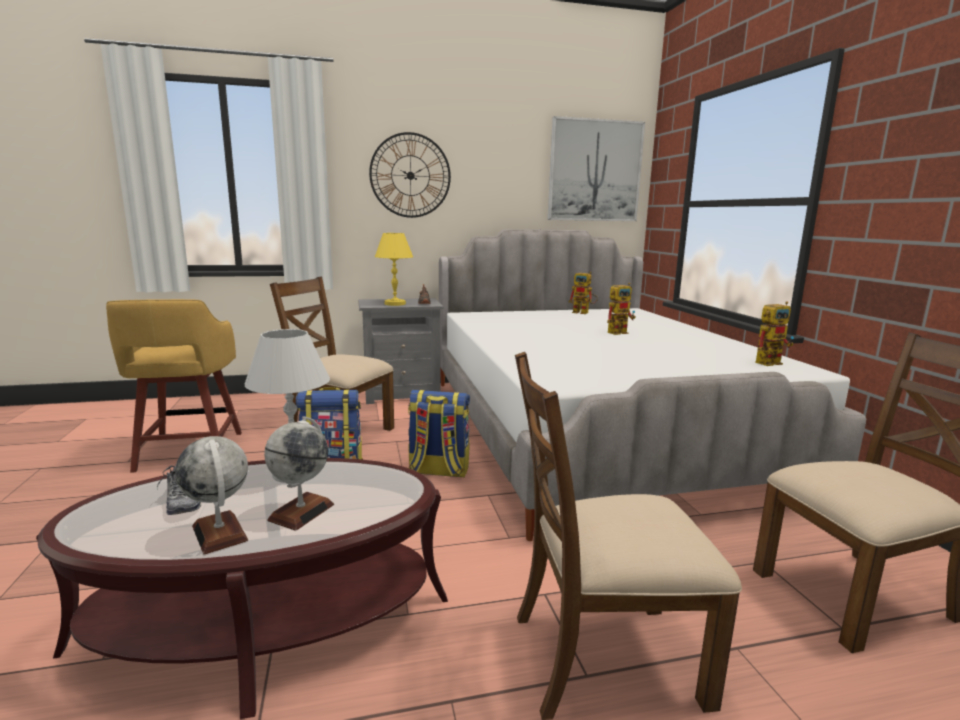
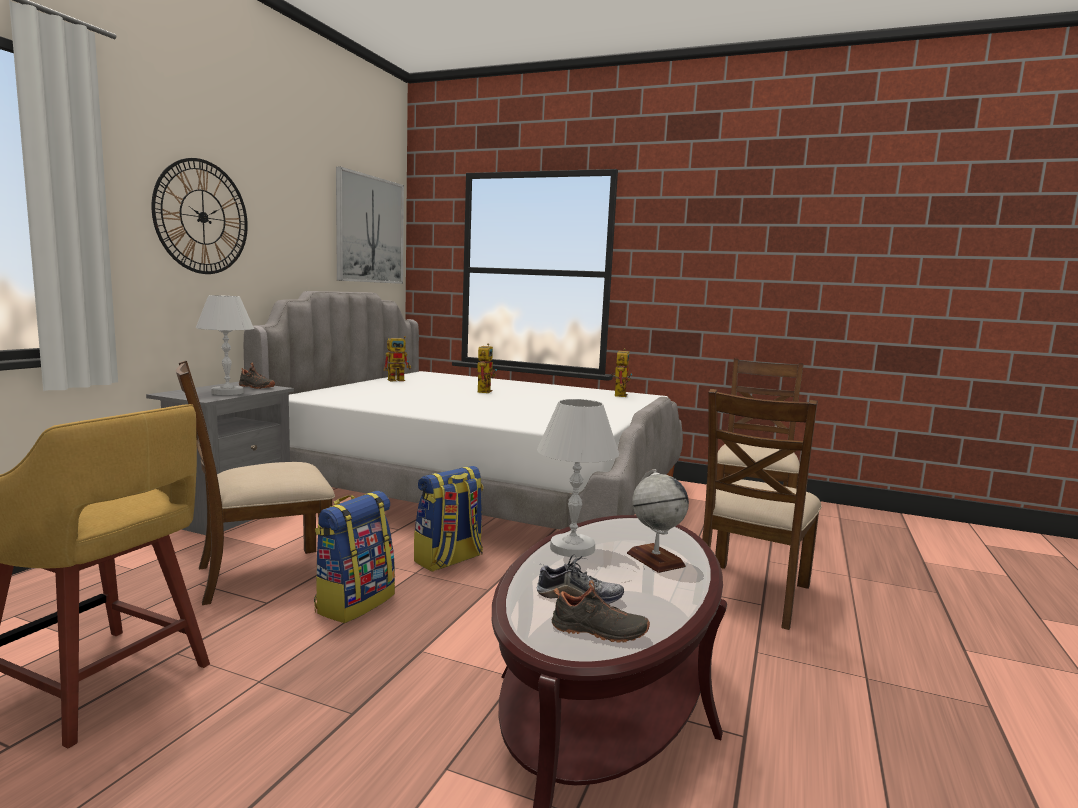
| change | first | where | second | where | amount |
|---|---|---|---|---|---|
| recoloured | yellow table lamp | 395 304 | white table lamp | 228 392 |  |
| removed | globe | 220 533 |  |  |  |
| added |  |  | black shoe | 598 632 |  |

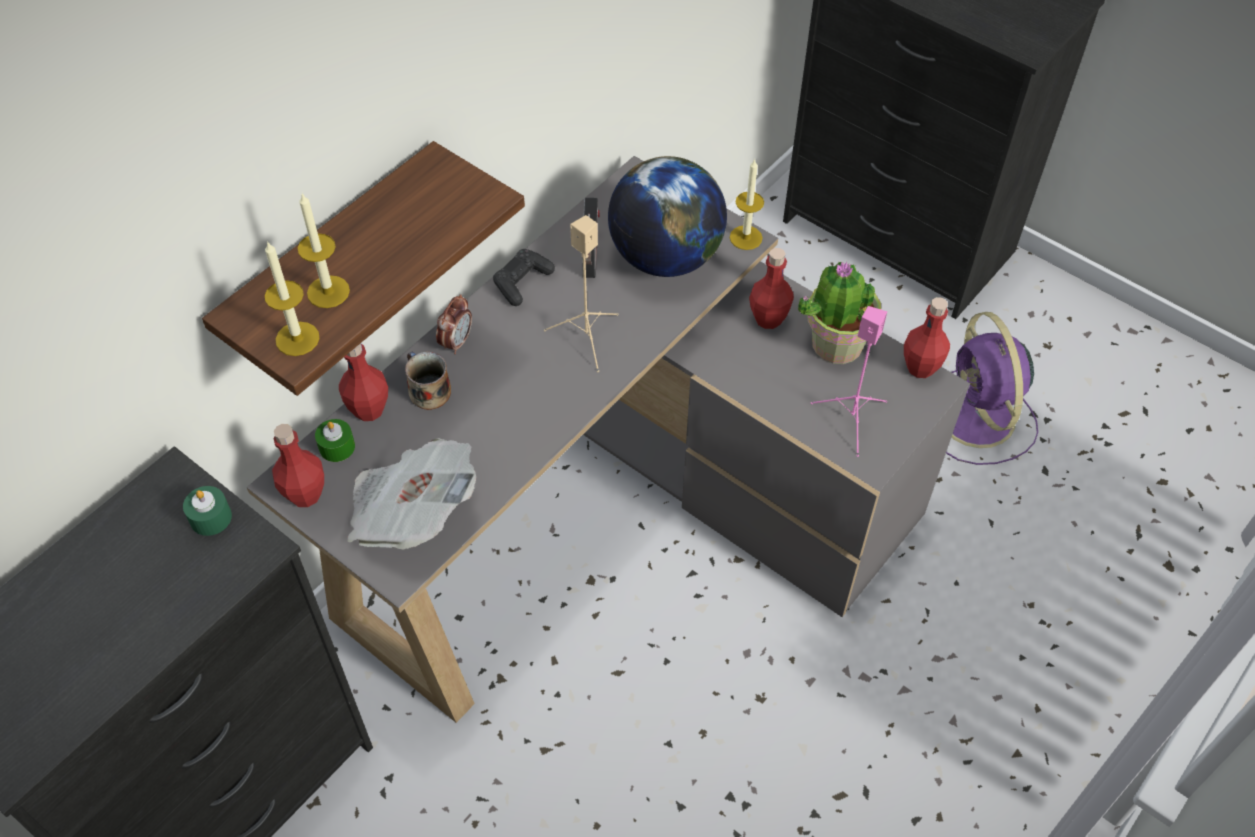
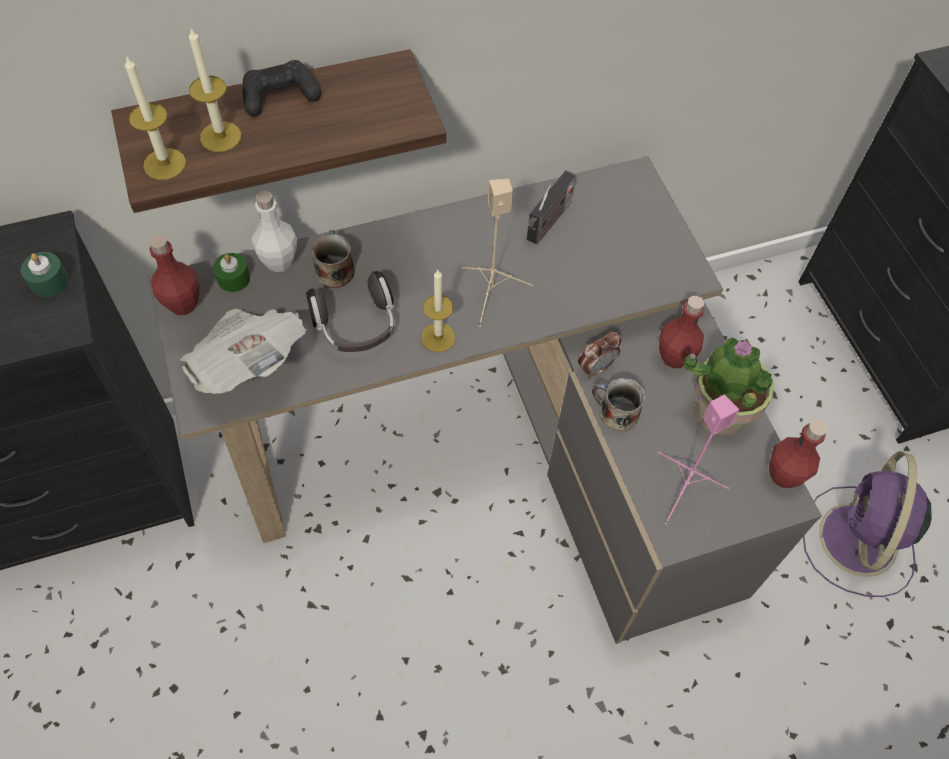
| change | first | where | second | where | amount |
|---|---|---|---|---|---|
| removed | globe | 665 257 |  |  |  |
| moved | candle | 746 237 |  | 438 337 |  |
| moved | black game controller | 522 282 |  | 280 96 |  |
| moved | alarm clock | 456 342 |  | 596 368 |  |
| recoloured | red bottle | 369 409 | white bottle | 279 261 |  |
| added |  |  | headphones | 356 327 |  |
| added |  |  | mug | 616 413 |  |

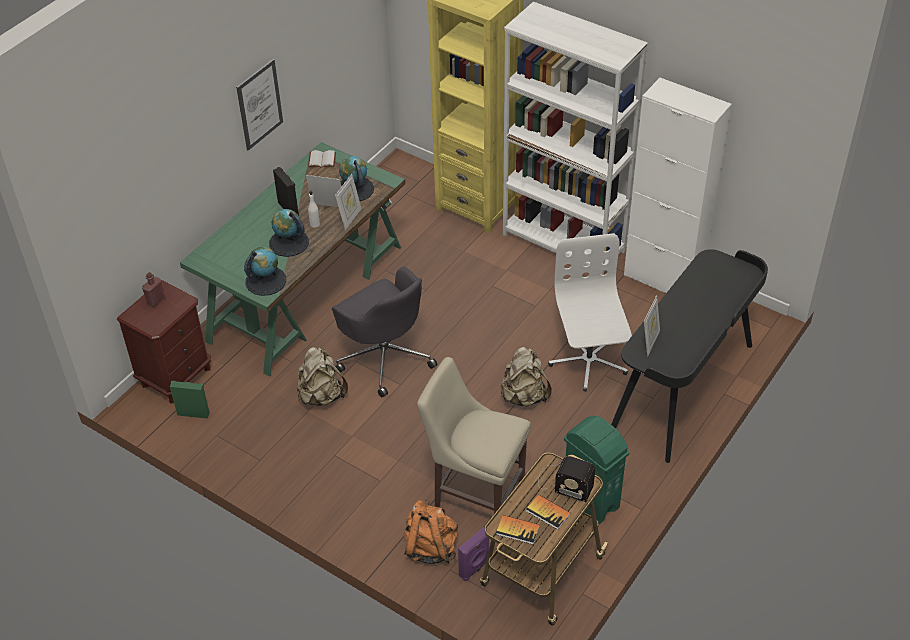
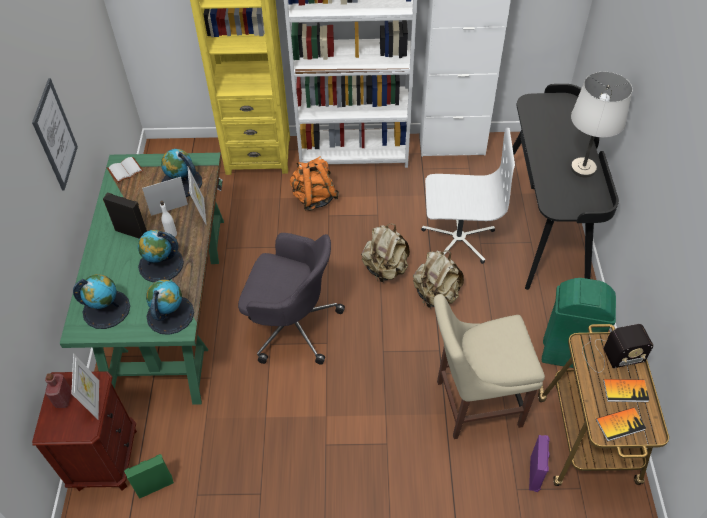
| change | first | where | second | where | amount |
|---|---|---|---|---|---|
| turned | white office chair | 588 361 |  | 458 238 | 135 degrees clockwise |
| moved | picture frame | 650 342 |  | 93 400 |  |
| moved | beige backpack | 321 395 |  | 385 269 |  |
| moved | orange backpack | 430 547 |  | 314 198 |  |
| added |  |  | white table lamp | 583 169 |  |
| added |  |  | globe | 106 309 |  |

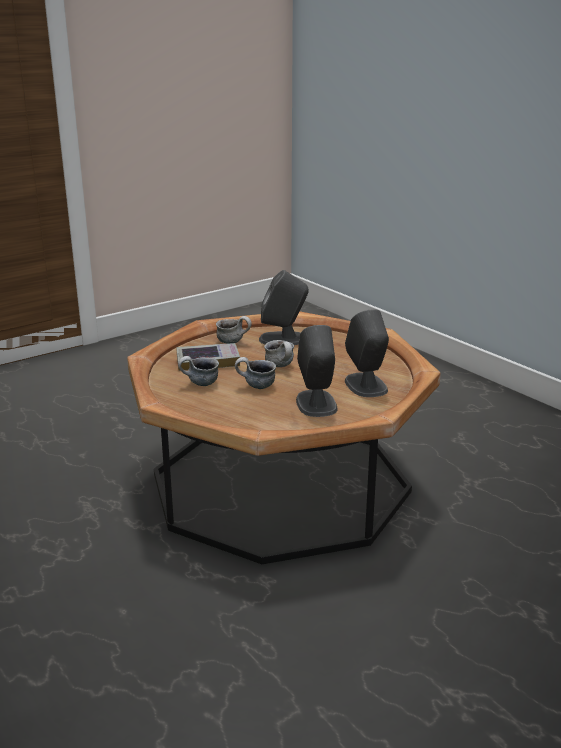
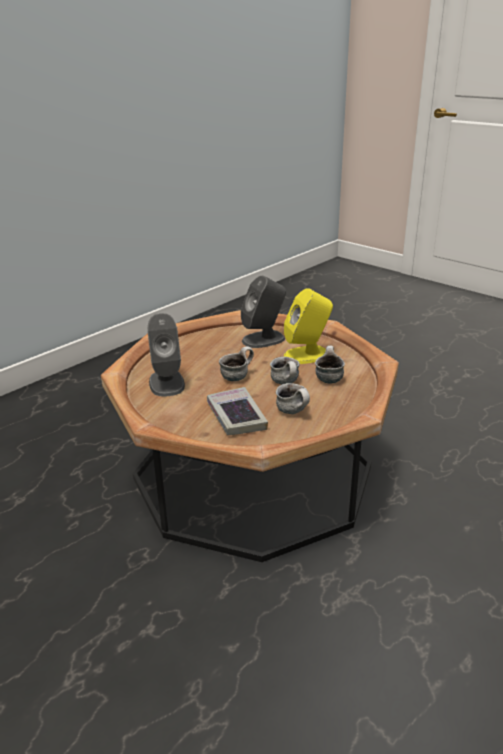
| change | first | where | second | where | amount |
|---|---|---|---|---|---|
| moved | mug | 234 342 |  | 328 378 |  |
| recoloured | grey speaker | 316 404 | yellow speaker | 307 355 |  |

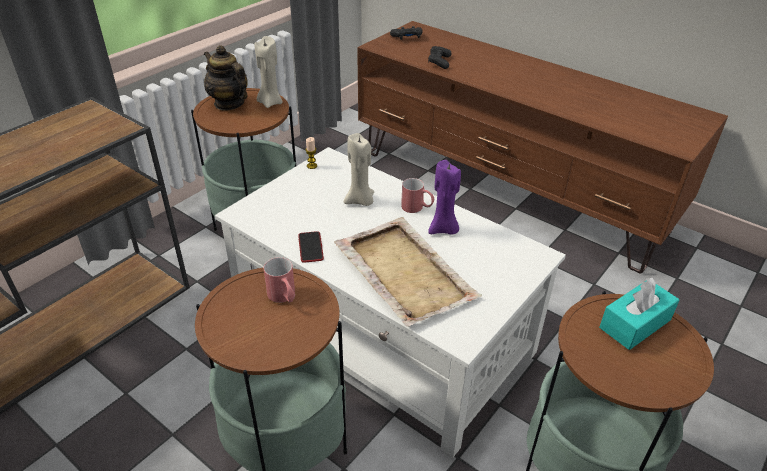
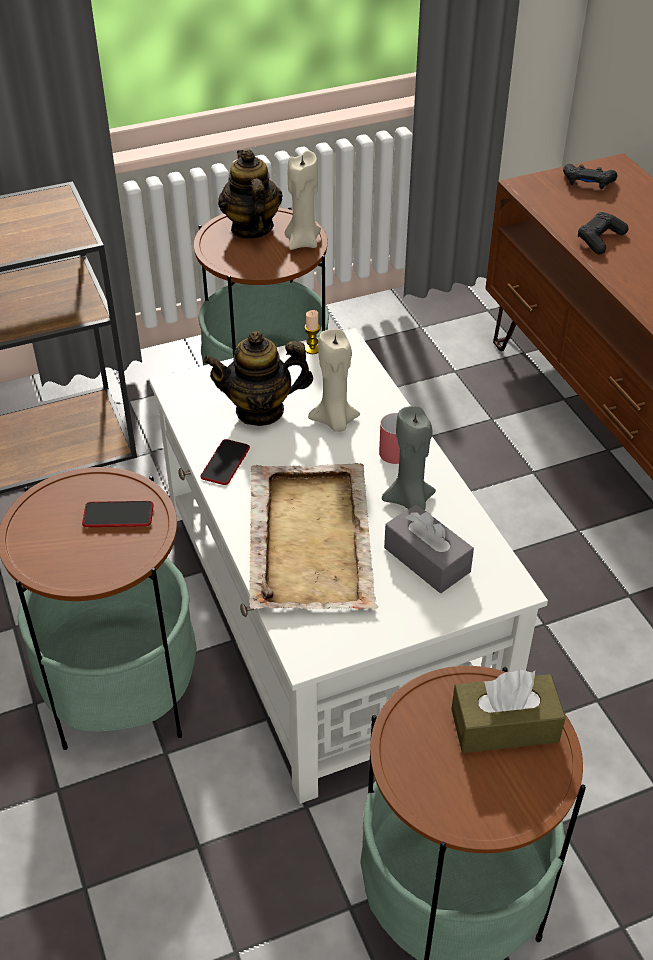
| change | first | where | second | where | amount |
|---|---|---|---|---|---|
| recoloured | purple candle | 444 229 | grey candle | 409 501 |  |
| replaced | red mug | 284 297 | phone | 118 515 |  |
| recoloured | turquoise tissue box | 635 324 | brown tissue box | 504 725 |  |
| added |  |  | teapot | 260 410 |  |
| added |  |  | grey tissue box | 427 560 |  |

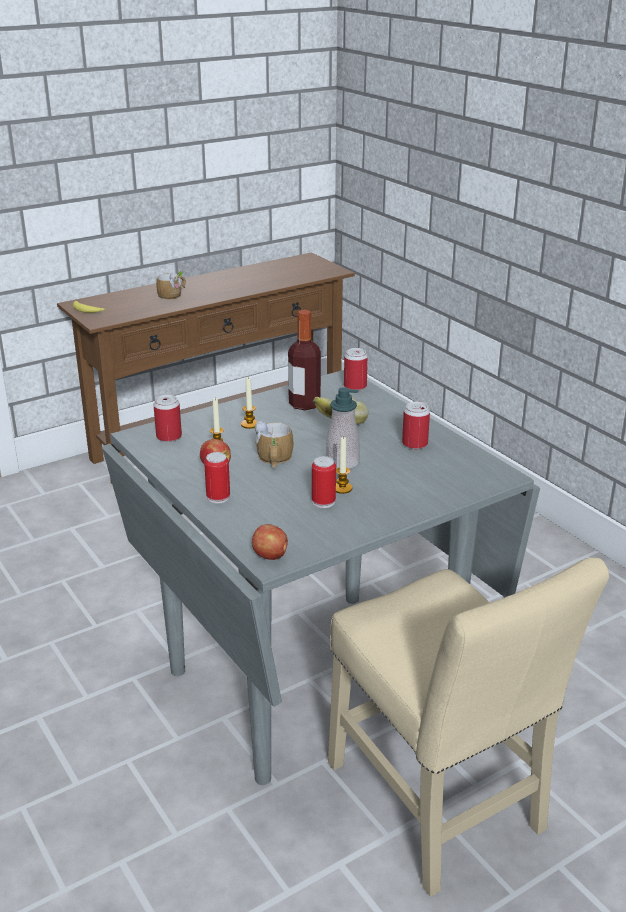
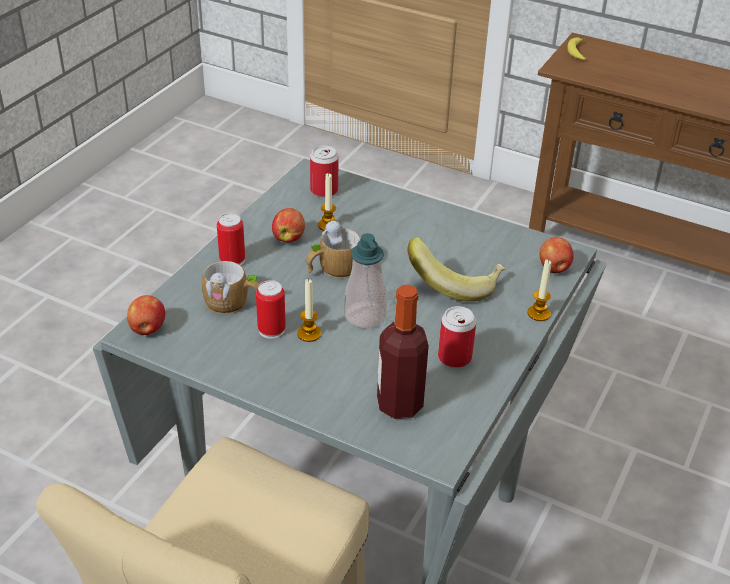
| change | first | where | second | where | amount |
|---|---|---|---|---|---|
| moved | mug | 173 295 |  | 233 303 |  |
| moved | bottle | 304 404 |  | 399 404 |  |
| replaced | can | 355 386 | apple | 554 268 |  |
| moved | candle | 249 424 |  | 538 314 |  |

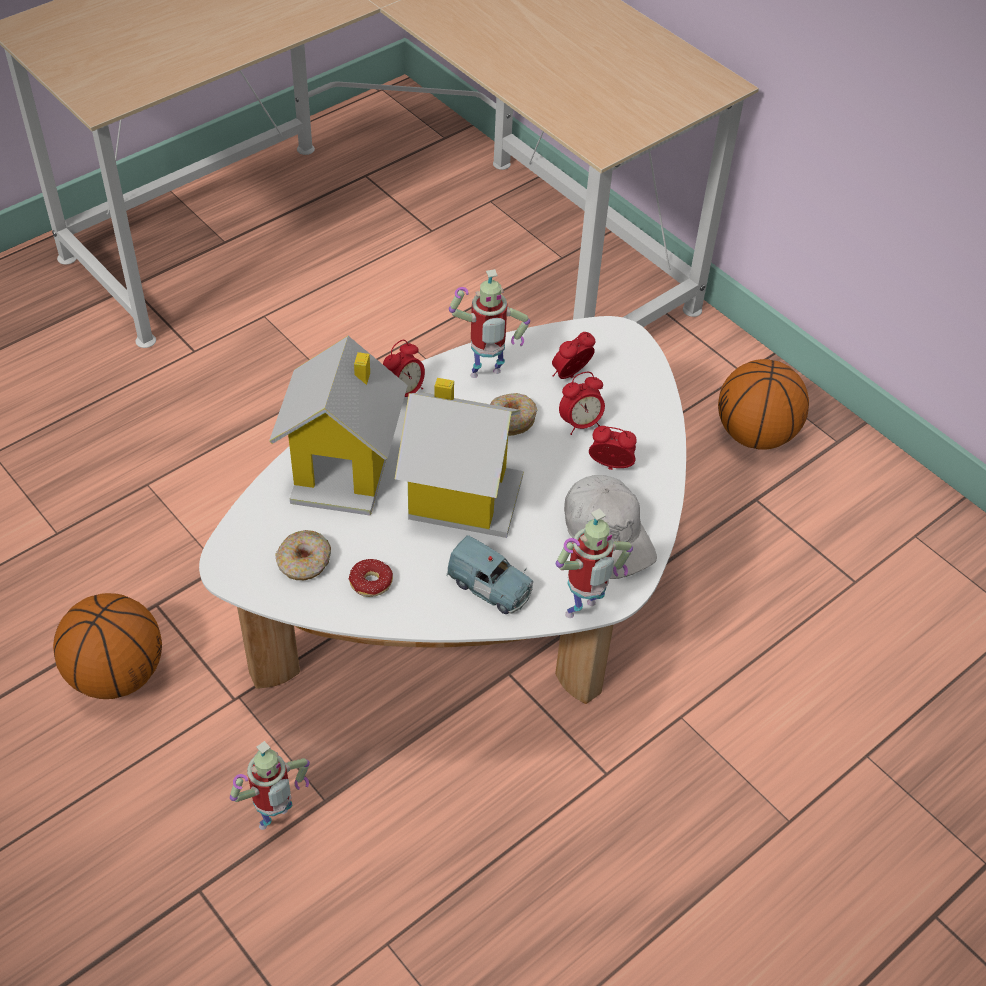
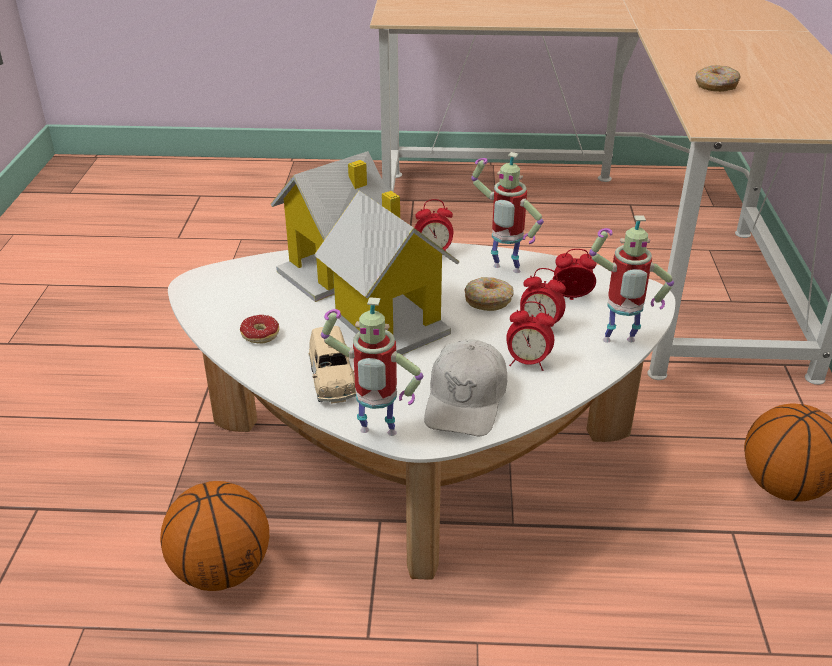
| change | first | where | second | where | amount |
|---|---|---|---|---|---|
| turned | alarm clock | 610 467 |  | 527 362 | 135 degrees clockwise |
| moved | donut | 304 562 |  | 715 86 |  |
| recoloured | blue toy car | 490 587 | beige toy car | 332 381 |  |
| moved | basketball | 117 674 |  | 222 571 |  |
| moved | toy robot | 275 822 |  | 618 343 |  |

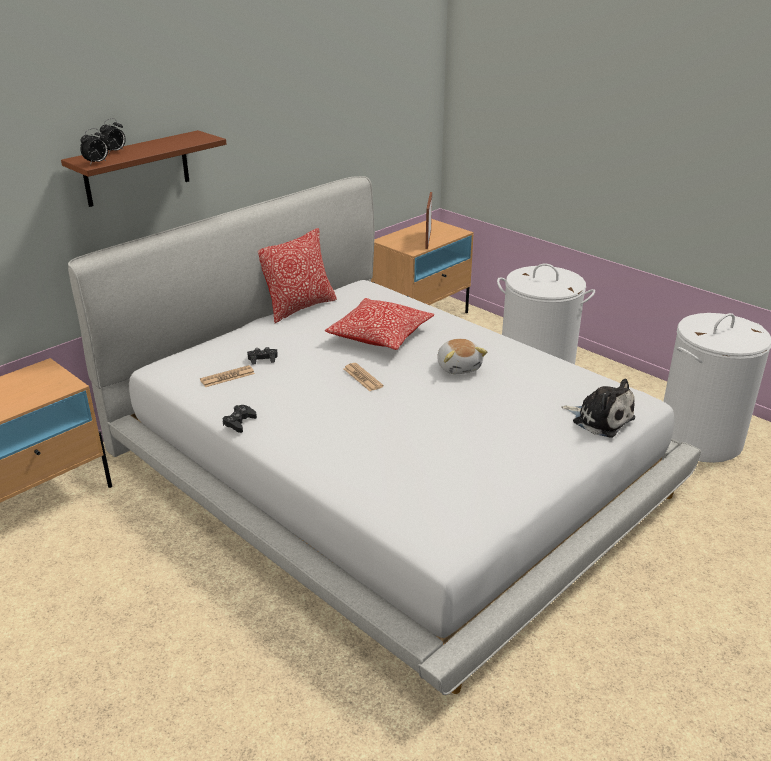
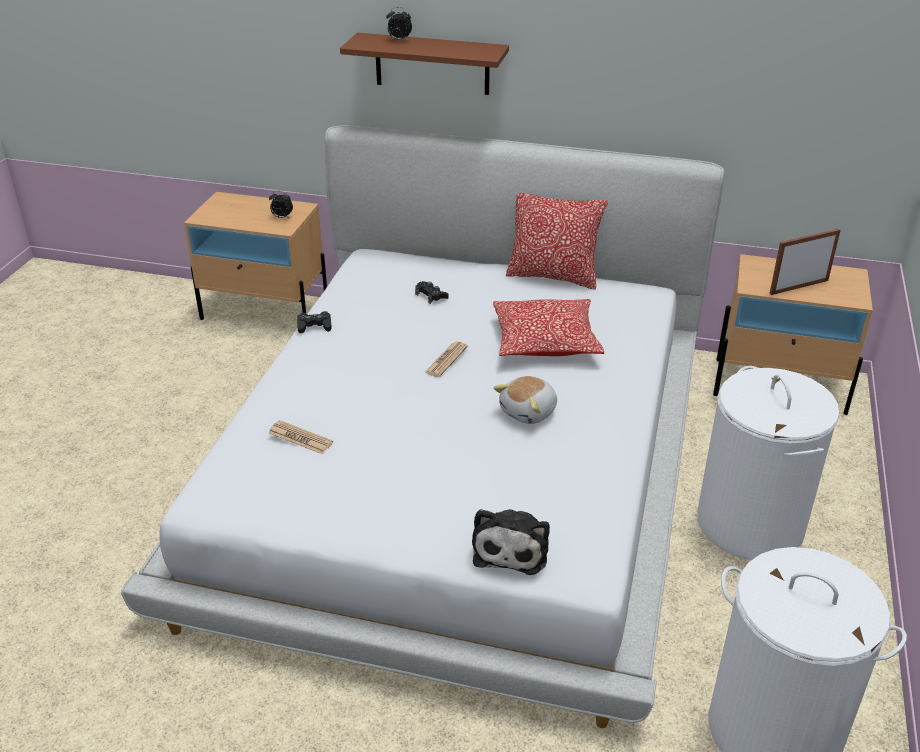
| change | first | where | second | where | amount |
|---|---|---|---|---|---|
| moved | alarm clock | 97 163 |  | 281 217 |  |
| moved | newspaper | 227 377 |  | 300 438 |  |

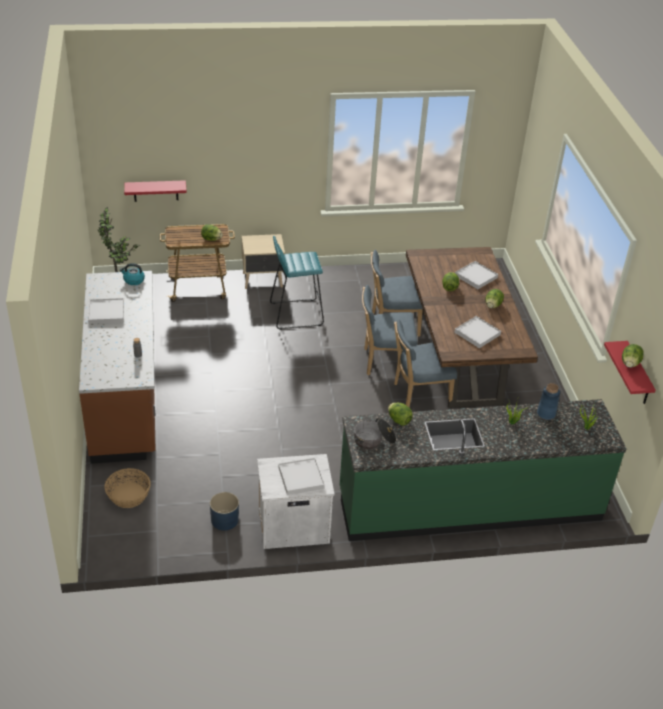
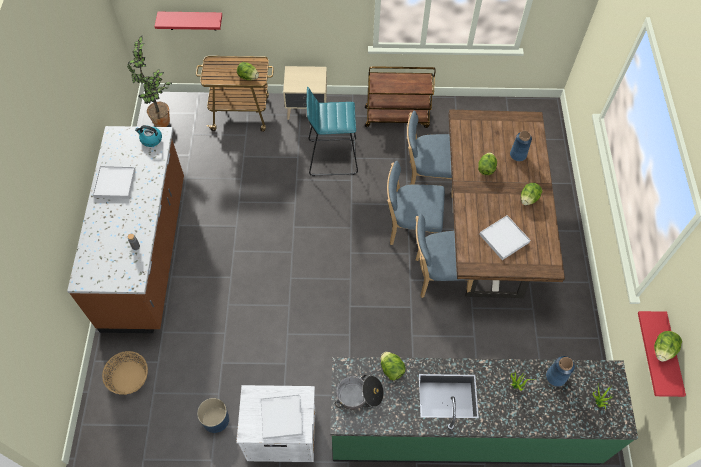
| change | first | where | second | where | amount |
|---|---|---|---|---|---|
| replaced | white tray | 476 276 | blue vase | 518 155 |  |
| added |  |  | brown cart | 397 117 |  |

